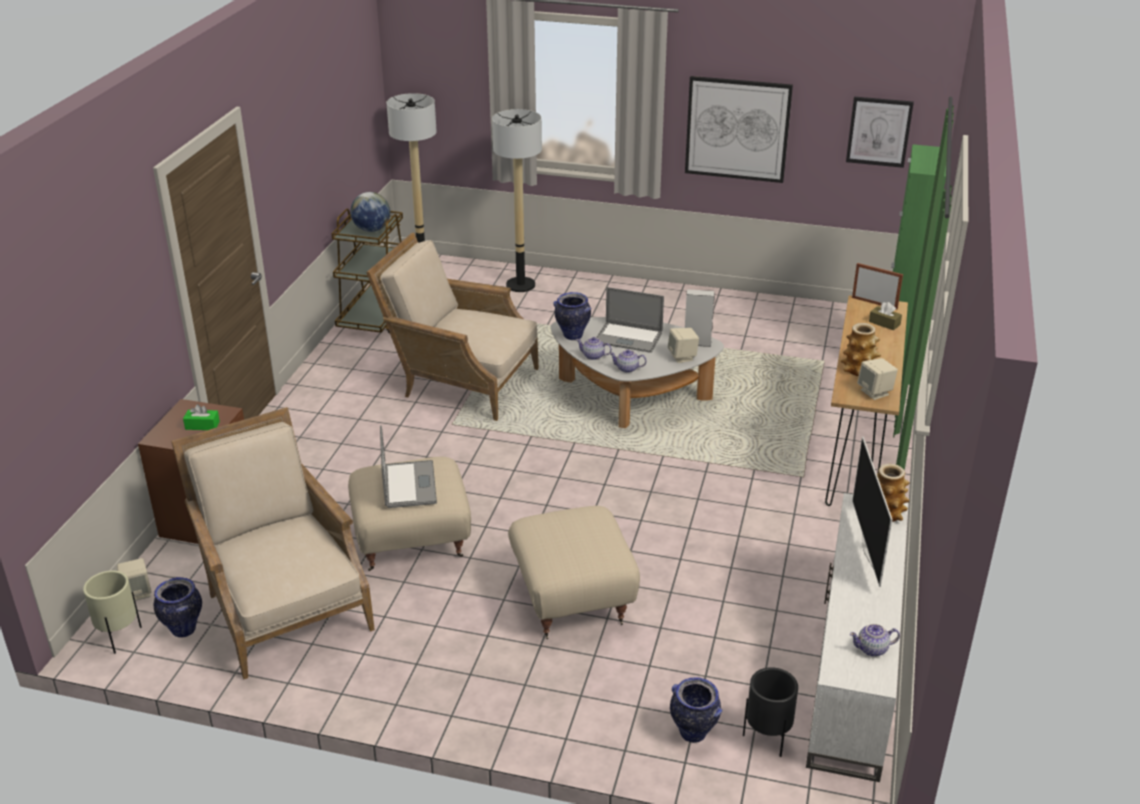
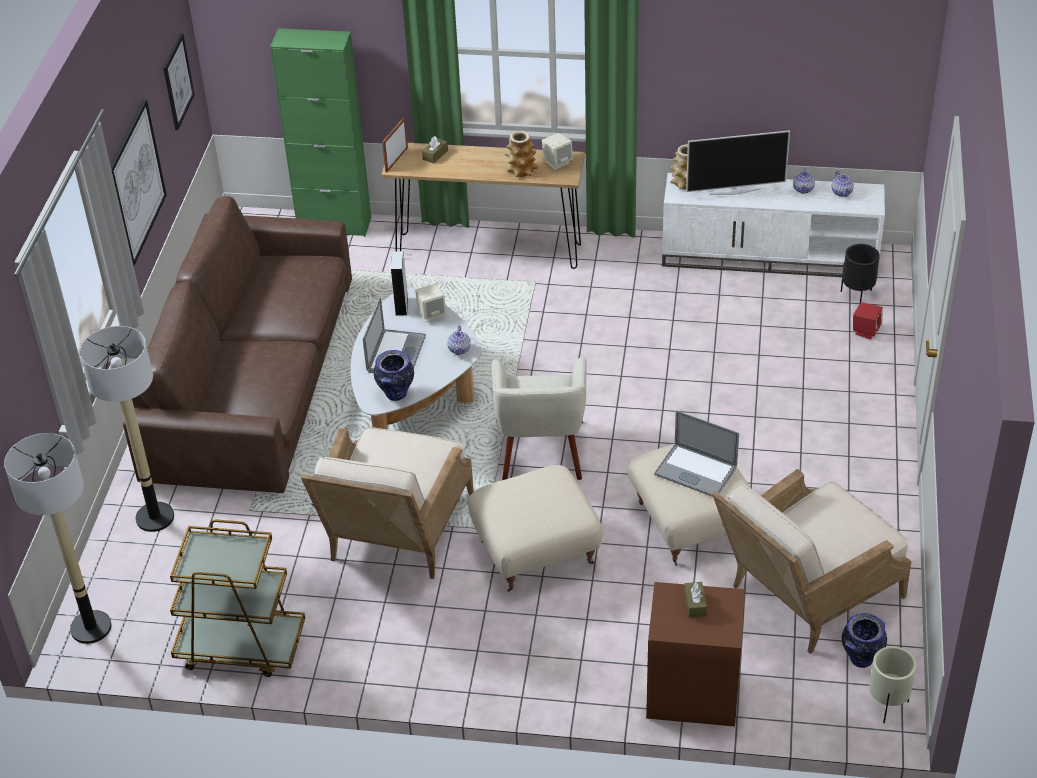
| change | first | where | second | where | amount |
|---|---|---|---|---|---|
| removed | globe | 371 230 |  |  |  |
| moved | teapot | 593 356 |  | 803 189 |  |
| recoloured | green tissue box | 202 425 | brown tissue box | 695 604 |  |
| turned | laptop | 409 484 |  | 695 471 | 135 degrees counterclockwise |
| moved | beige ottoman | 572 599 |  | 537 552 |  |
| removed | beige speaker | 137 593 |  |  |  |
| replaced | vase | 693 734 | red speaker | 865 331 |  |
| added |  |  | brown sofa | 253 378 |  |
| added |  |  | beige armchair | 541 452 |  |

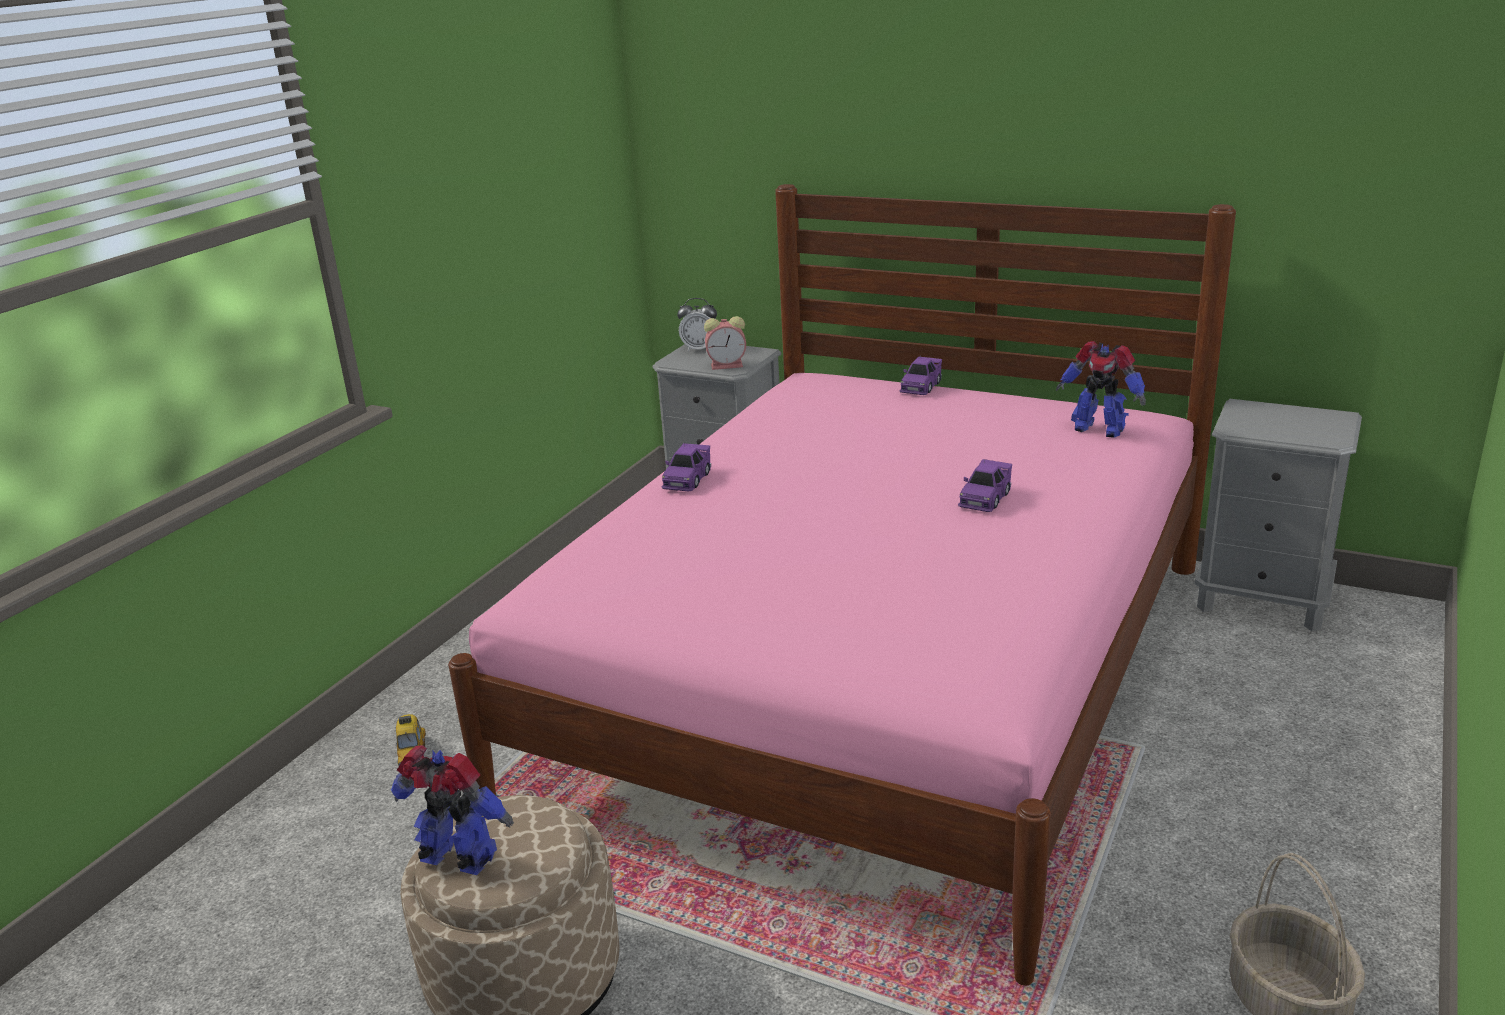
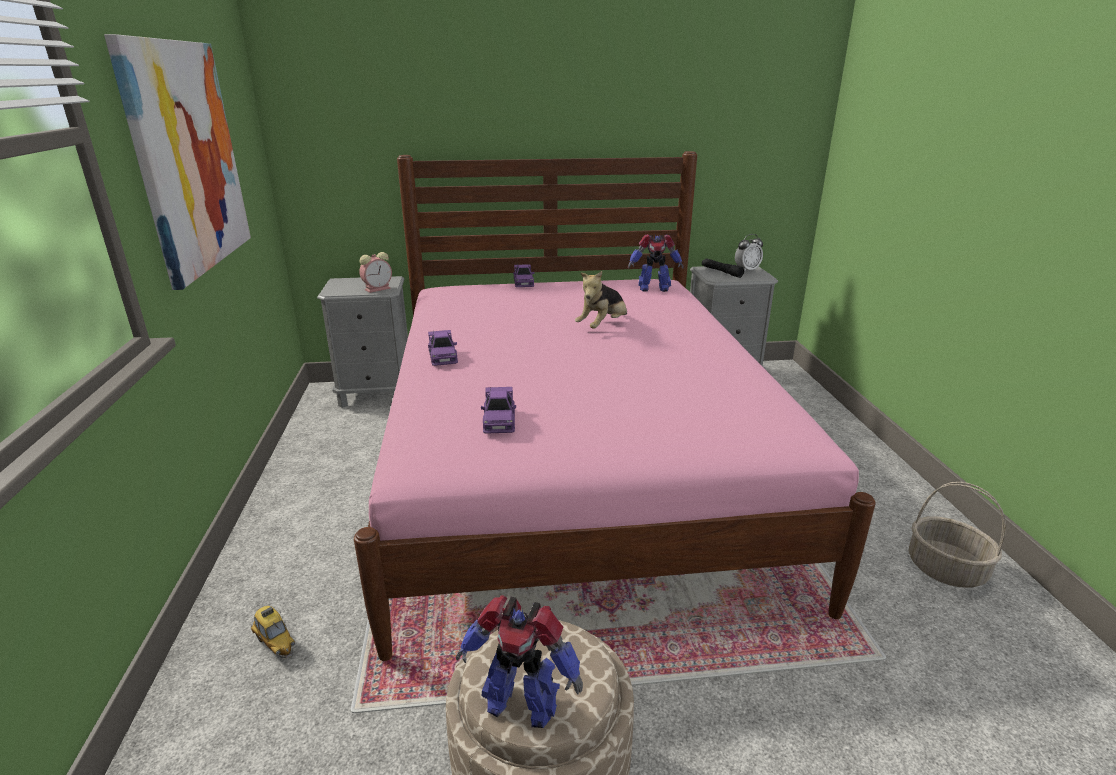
| change | first | where | second | where | amount |
|---|---|---|---|---|---|
| moved | alarm clock | 700 349 |  | 746 270 |  |
| moved | purple toy car | 985 498 |  | 499 421 |  |
| turned | toy robot | 458 860 |  | 521 702 | 150 degrees counterclockwise |
| added |  |  | picture | 188 157 |  |
| added |  |  | black flashlight | 721 272 |  |
| added |  |  | plush toy | 603 326 |  |

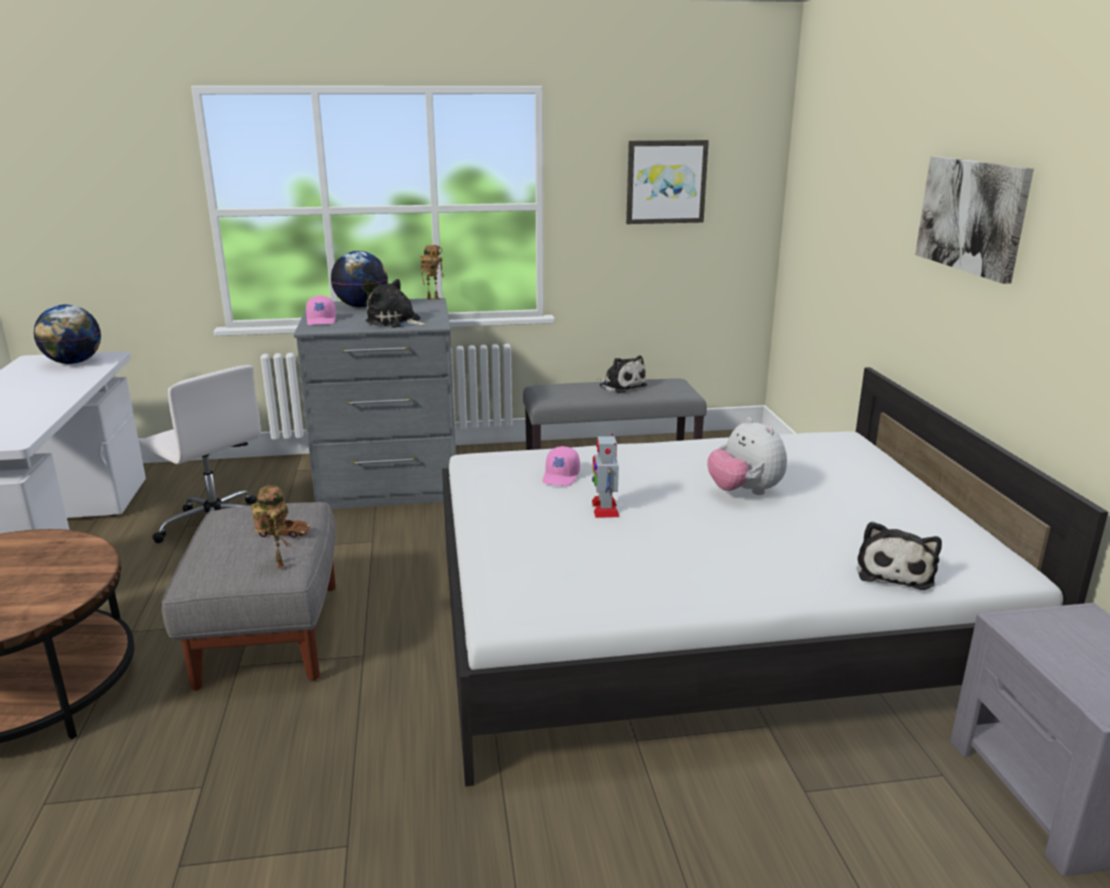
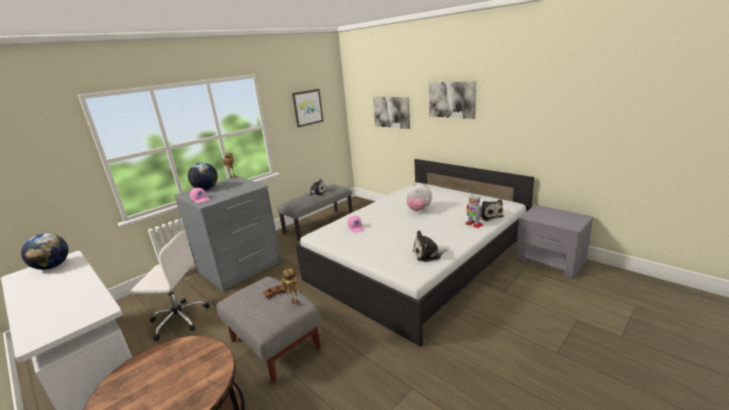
| change | first | where | second | where | amount |
|---|---|---|---|---|---|
| moved | plush toy | 396 322 |  | 428 254 |  |
| moved | toy robot | 604 508 |  | 473 224 |  |
| added |  |  | picture | 391 112 |  |

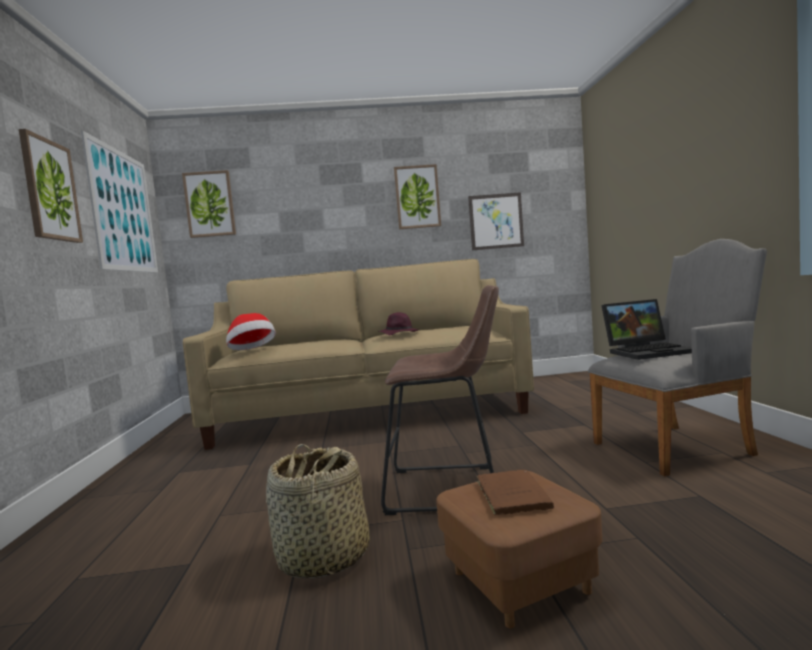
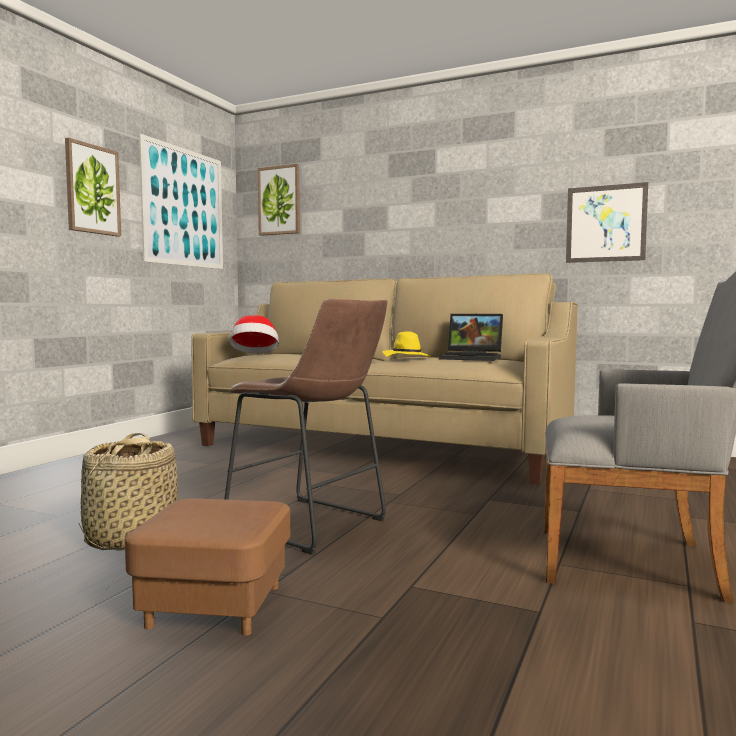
| change | first | where | second | where | amount |
|---|---|---|---|---|---|
| removed | picture | 417 197 |  |  |  |
| moved | laptop | 647 351 |  | 473 358 |  |
| recoloured | purple hat | 399 334 | yellow hat | 406 357 |  |
| removed | brown book | 511 494 |  |  |  |

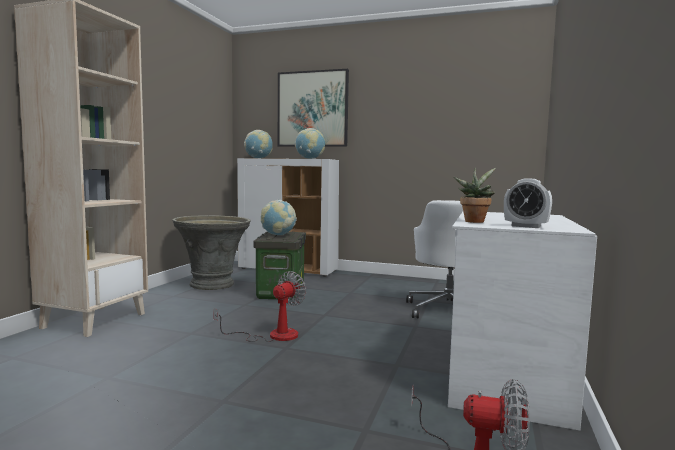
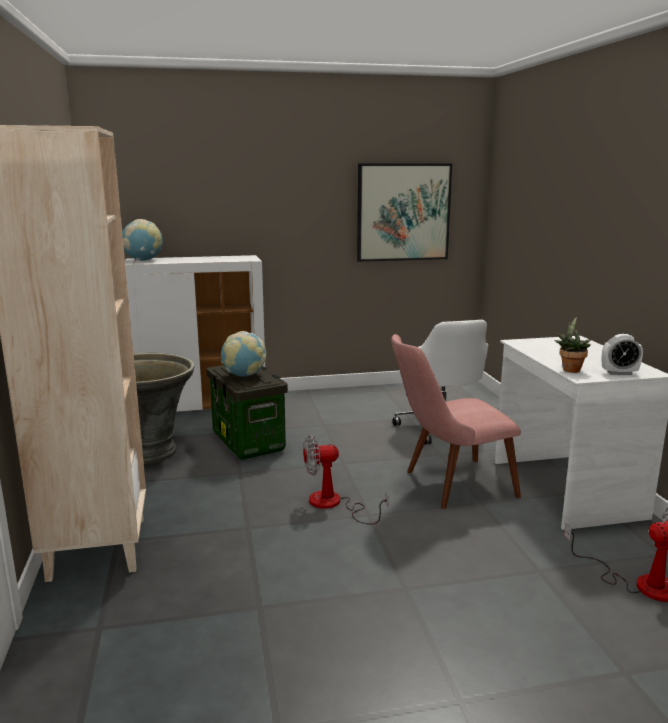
| change | first | where | second | where | amount |
|---|---|---|---|---|---|
| moved | picture | 312 109 |  | 403 212 |  |
| removed | globe | 309 158 |  |  |  |
| turned | fan | 272 335 |  | 334 504 | 105 degrees counterclockwise |
| added |  |  | pink chair | 447 485 |  |

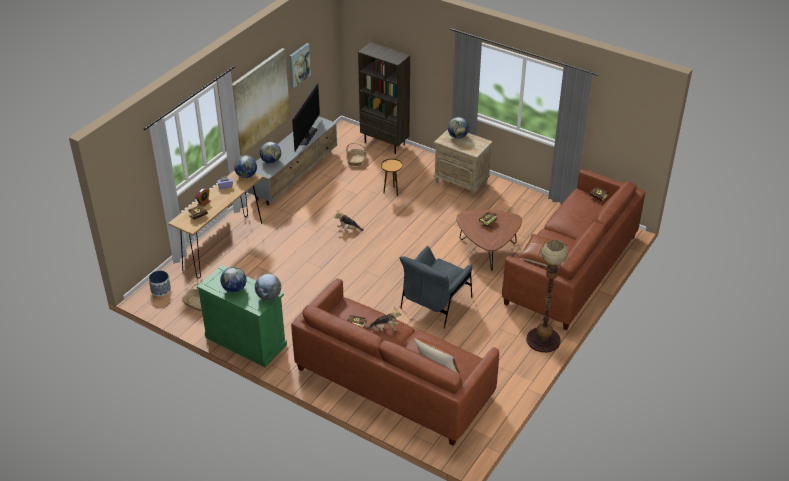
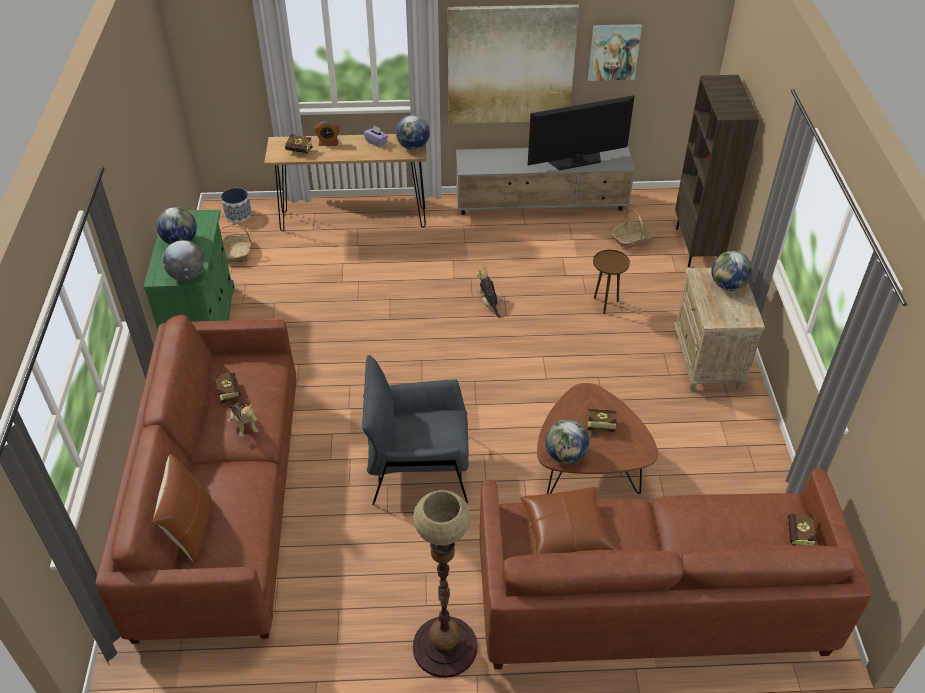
| change | first | where | second | where | amount |
|---|---|---|---|---|---|
| moved | globe | 271 161 |  | 565 455 |  |

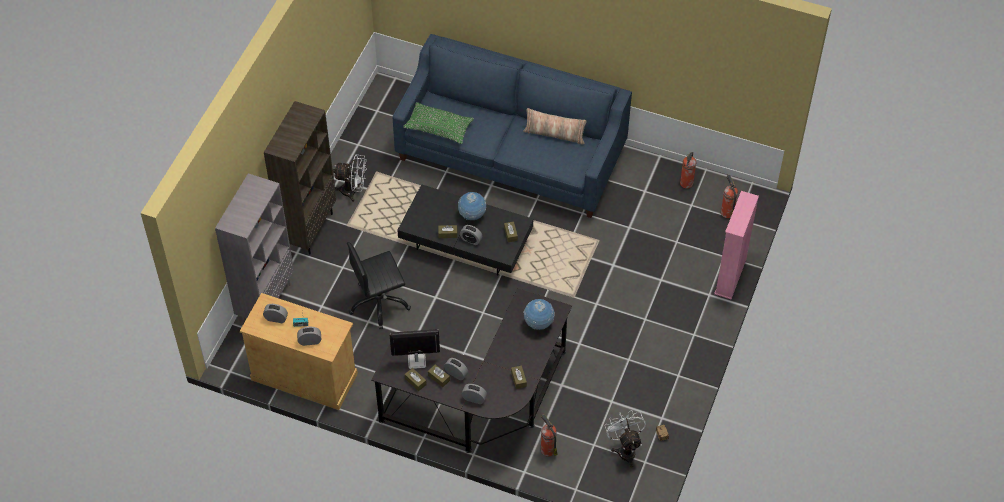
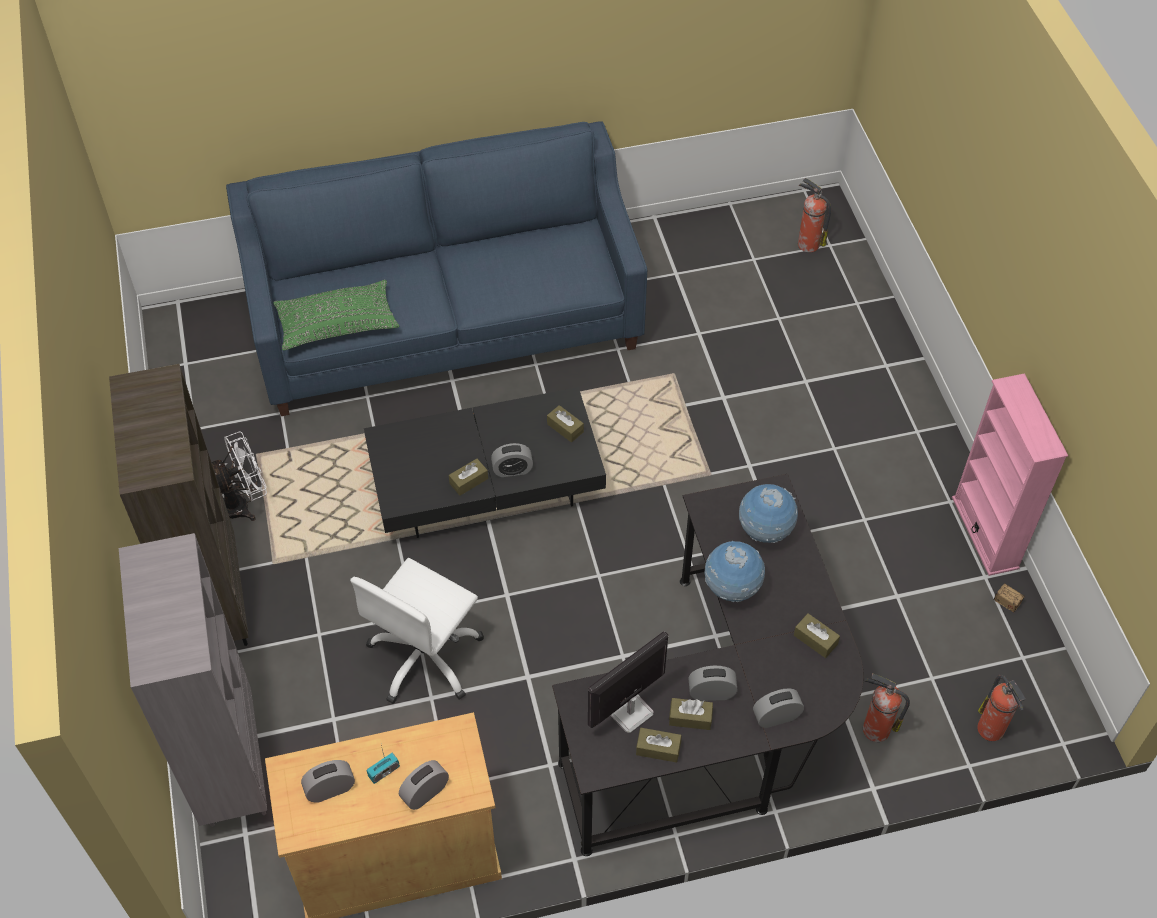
| change | first | where | second | where | amount |
|---|---|---|---|---|---|
| removed | pillow | 554 134 |  |  |  |
| moved | fire extinguisher | 686 184 |  | 991 730 |  |
| moved | pink bookcase | 730 276 |  | 985 532 |  |
| moved | globe | 472 215 |  | 732 589 |  |
| recoloured | black office chair | 379 303 | white office chair | 426 657 |  |
| removed | white fan | 625 449 |  |  |  |

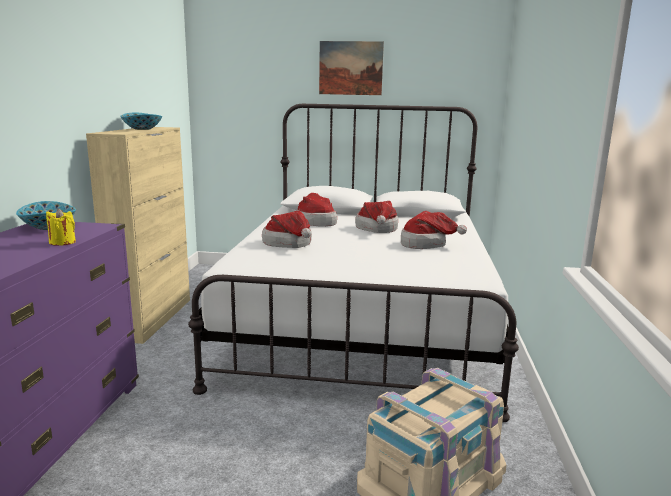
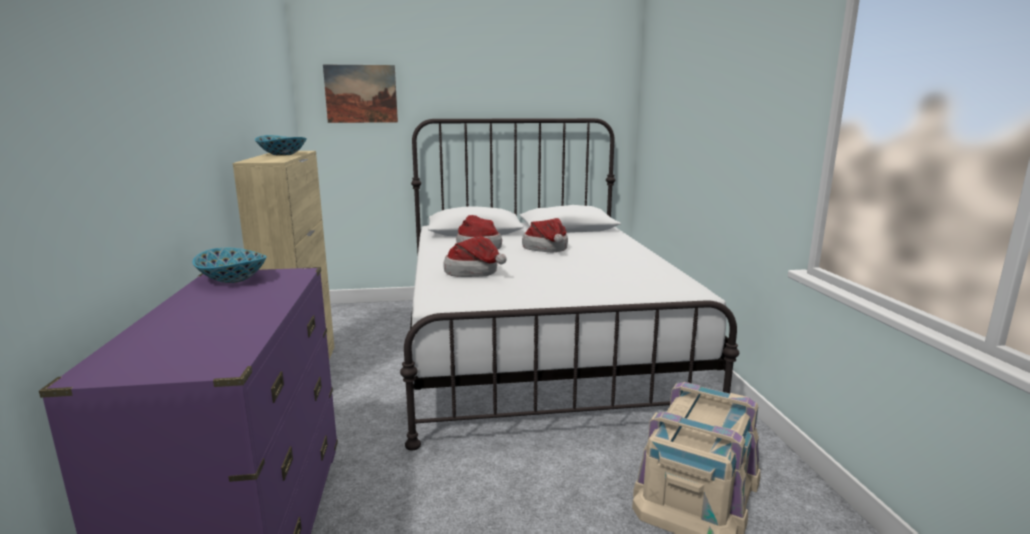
| change | first | where | second | where | amount |
|---|---|---|---|---|---|
| moved | picture | 350 68 |  | 361 94 |  |
| removed | yellow candle | 62 242 |  |  |  |
| removed | hat | 426 244 |  |  |  |

